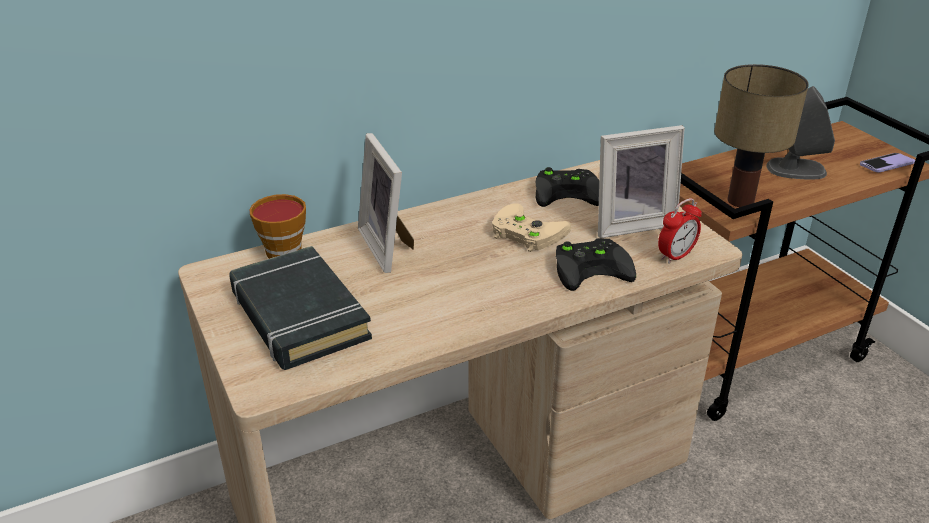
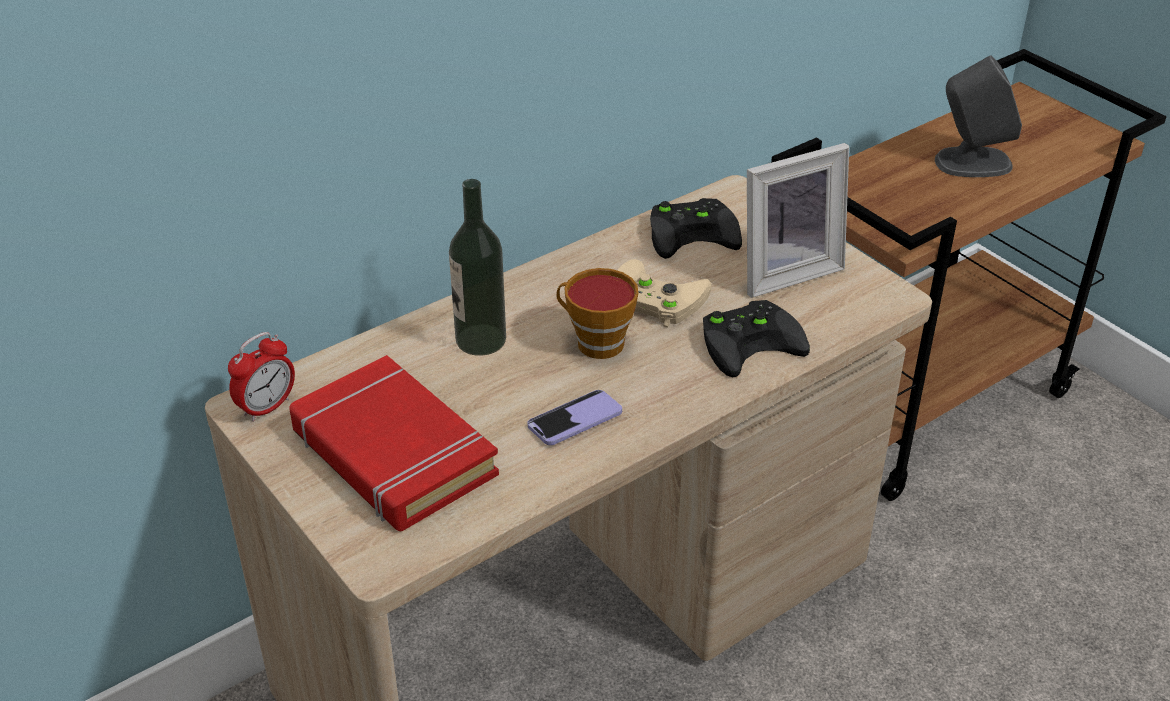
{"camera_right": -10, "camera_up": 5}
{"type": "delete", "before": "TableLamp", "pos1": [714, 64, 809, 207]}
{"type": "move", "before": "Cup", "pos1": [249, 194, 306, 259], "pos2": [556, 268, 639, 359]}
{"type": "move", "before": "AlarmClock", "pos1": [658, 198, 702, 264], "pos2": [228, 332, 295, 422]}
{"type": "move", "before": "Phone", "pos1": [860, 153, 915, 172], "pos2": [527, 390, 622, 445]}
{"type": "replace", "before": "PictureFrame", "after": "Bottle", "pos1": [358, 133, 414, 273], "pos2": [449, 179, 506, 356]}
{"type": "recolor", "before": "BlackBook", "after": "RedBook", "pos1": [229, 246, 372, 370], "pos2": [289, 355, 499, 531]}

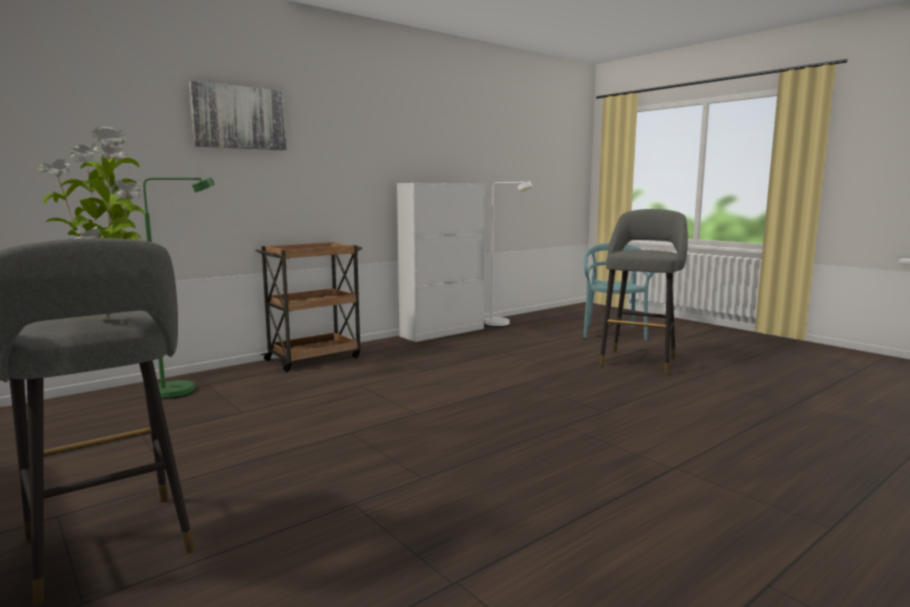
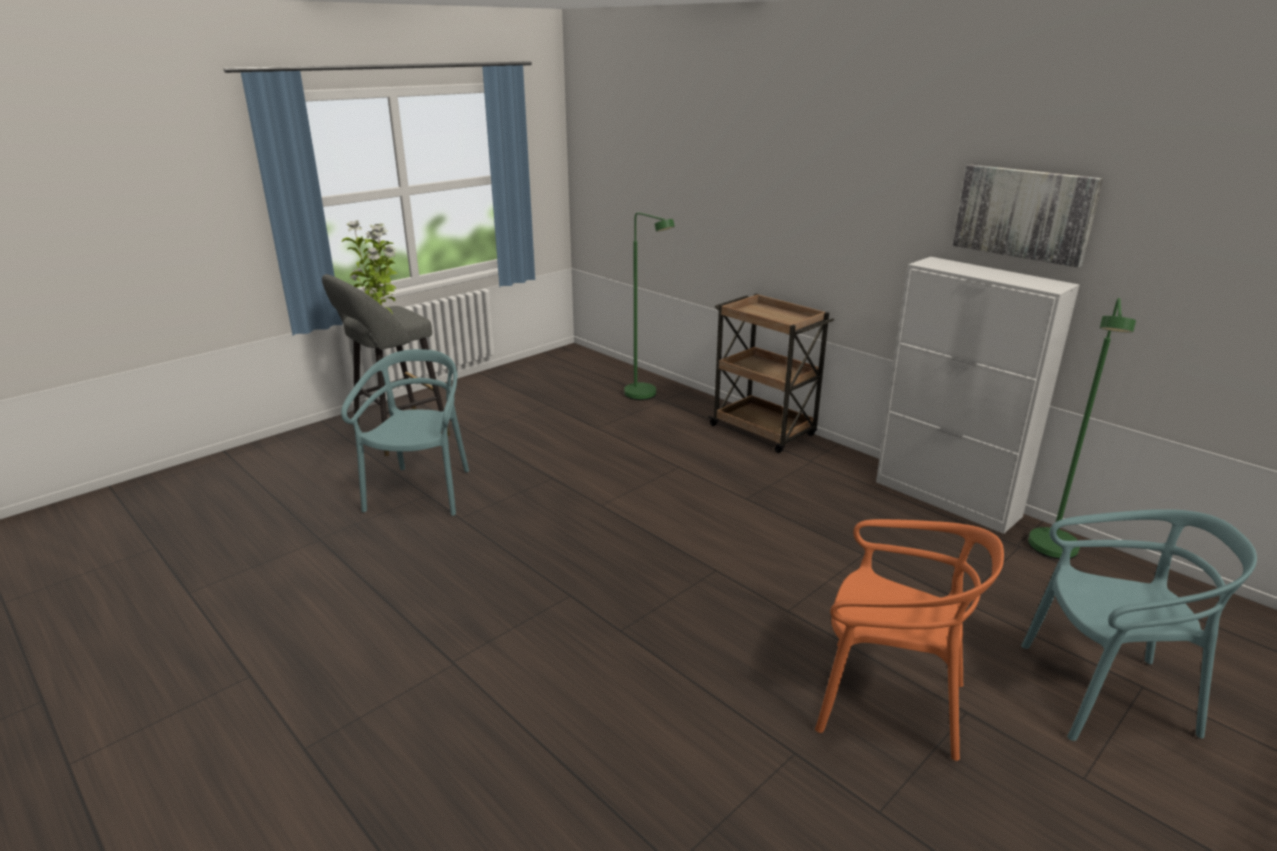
{"camera_right": 85, "camera_up": 15}
{"type": "insert", "after": "TurquoiseChair", "pos2": [341, 349, 469, 516]}
{"type": "move", "before": "Picture", "pos1": [189, 81, 287, 150], "pos2": [953, 165, 1103, 267]}
{"type": "replace", "before": "GreyStool", "after": "OrangeChair", "pos1": [599, 209, 688, 375], "pos2": [815, 519, 1004, 761]}
{"type": "recolor", "before": "WhiteFloorLamp", "after": "GreenFloorLamp", "pos1": [485, 181, 533, 327], "pos2": [1028, 298, 1136, 559]}

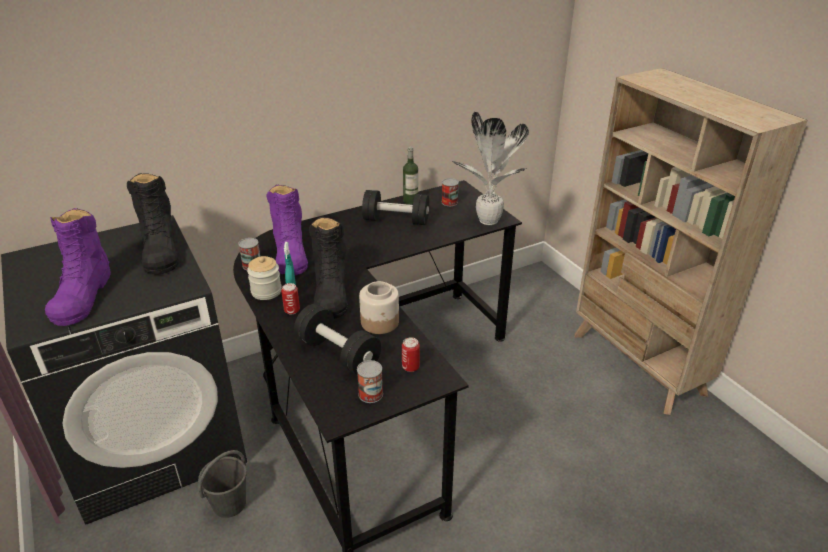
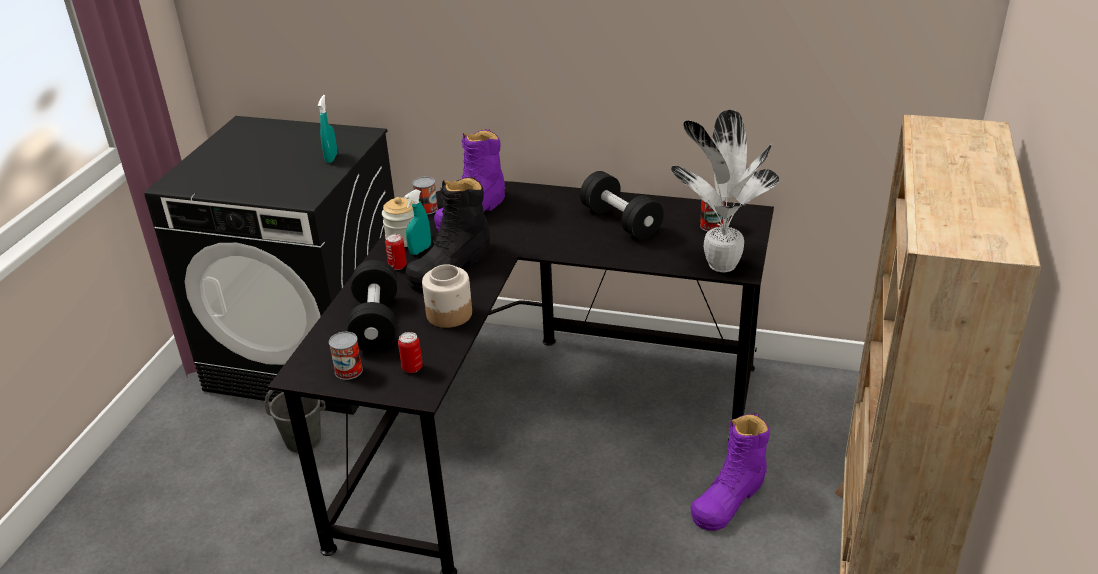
{"camera_right": 45, "camera_up": 0}
{"type": "delete", "before": "Bottle", "pos1": [403, 147, 418, 204]}
{"type": "move", "before": "PurpleBoot", "pos1": [45, 208, 111, 326], "pos2": [690, 413, 770, 531]}
{"type": "replace", "before": "BlackBoot", "after": "TurquoiseSprayBottle", "pos1": [127, 173, 179, 275], "pos2": [318, 95, 337, 163]}

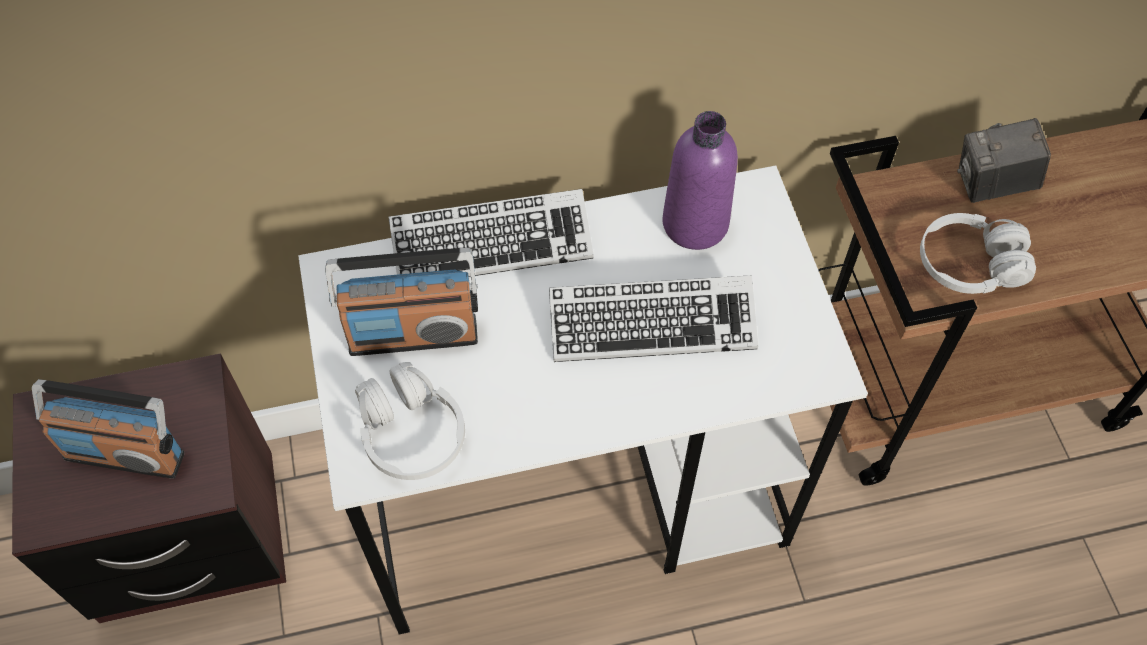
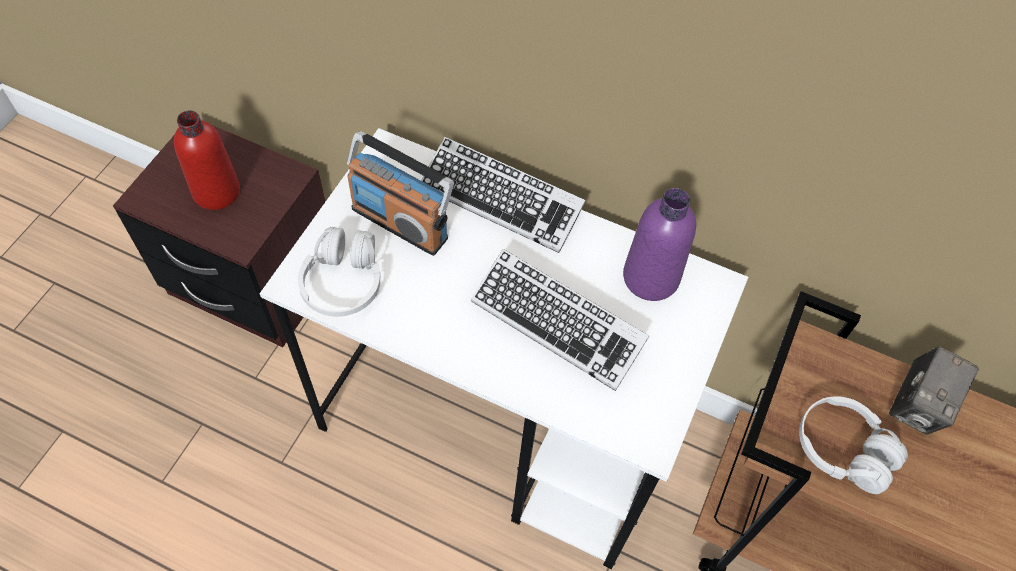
{"camera_right": 35, "camera_up": 0}
{"type": "replace", "before": "Radio", "after": "RedBottle", "pos1": [32, 379, 185, 479], "pos2": [174, 111, 240, 210]}
{"type": "rotate", "before": "PhotoCamera", "pos1": [957, 118, 1051, 203], "pos2": [889, 346, 979, 435], "turn": -90}

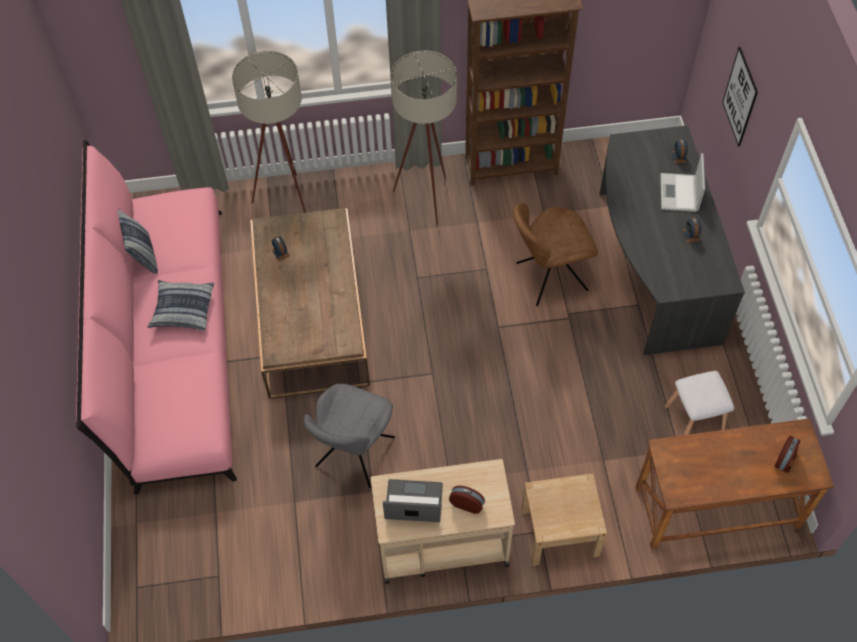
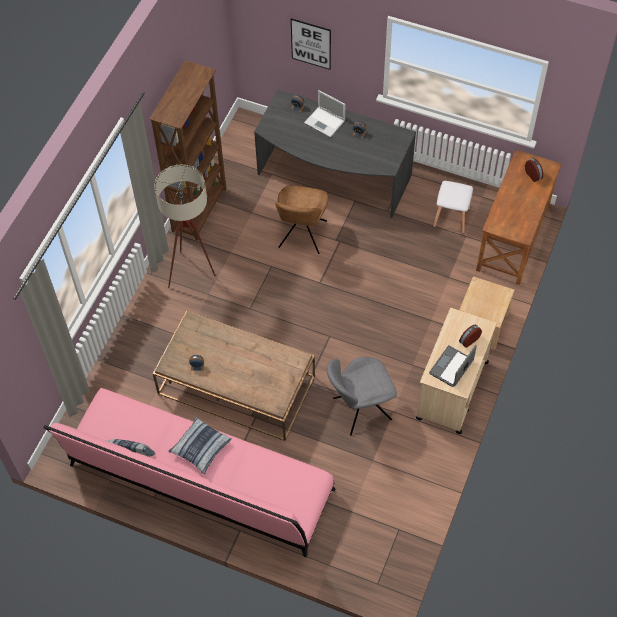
{"camera_right": -60, "camera_up": 0}
{"type": "delete", "before": "BeigeFloorLamp", "pos1": [232, 51, 306, 213]}
{"type": "rotate", "before": "GreyChair", "pos1": [304, 384, 395, 488], "pos2": [326, 357, 397, 435], "turn": 105}

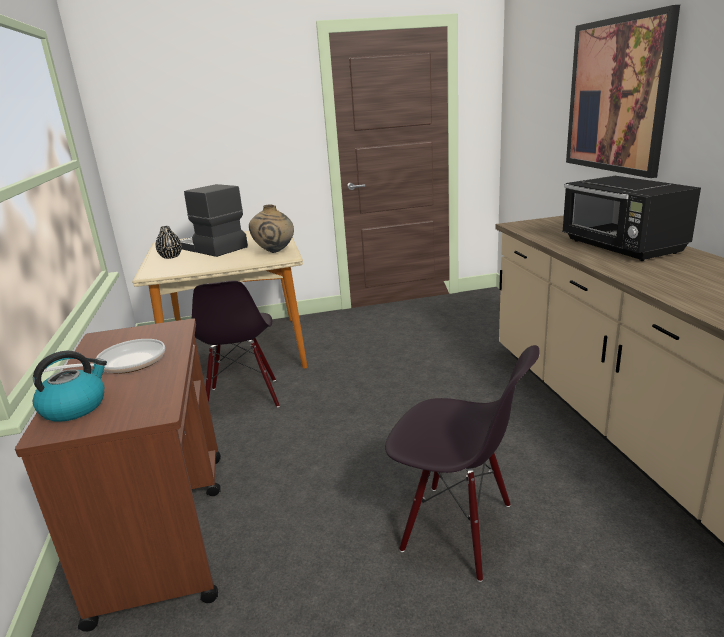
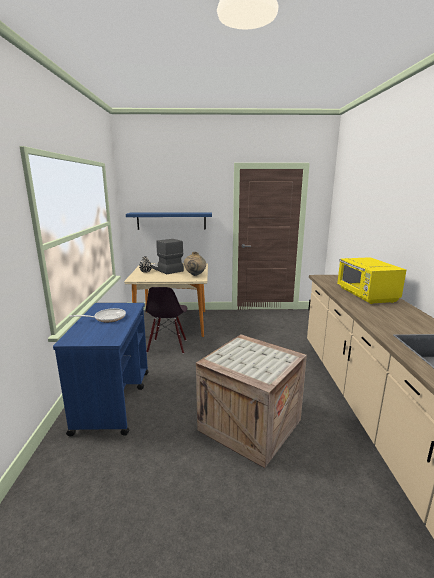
{"camera_right": 10, "camera_up": -5}
{"type": "delete", "before": "Kettle", "pos1": [33, 351, 107, 422]}
{"type": "delete", "before": "Picture", "pos1": [566, 5, 680, 178]}
{"type": "insert", "after": "BlueShelf", "pos2": [126, 212, 212, 230]}
{"type": "replace", "before": "BlackChair", "after": "Crate", "pos1": [385, 345, 540, 582], "pos2": [196, 334, 307, 468]}
{"type": "recolor", "before": "BrownCart", "after": "BlueCart", "pos1": [15, 318, 221, 632], "pos2": [53, 303, 149, 436]}
{"type": "recolor", "before": "BlackMicrowave", "after": "YellowMicrowave", "pos1": [562, 176, 701, 261], "pos2": [337, 257, 406, 304]}

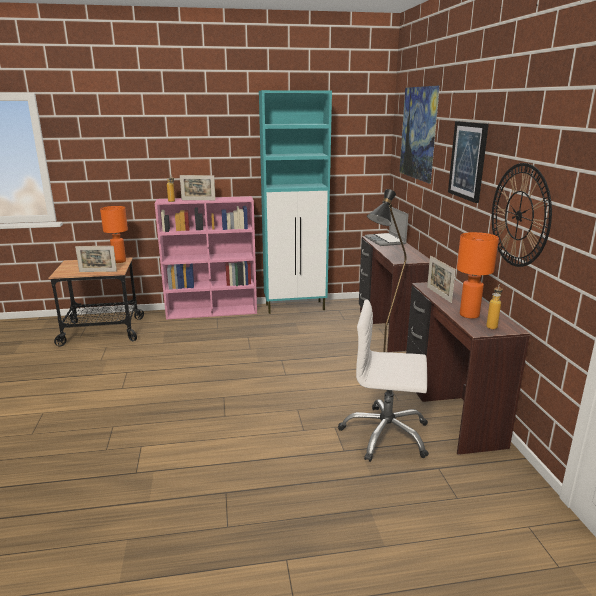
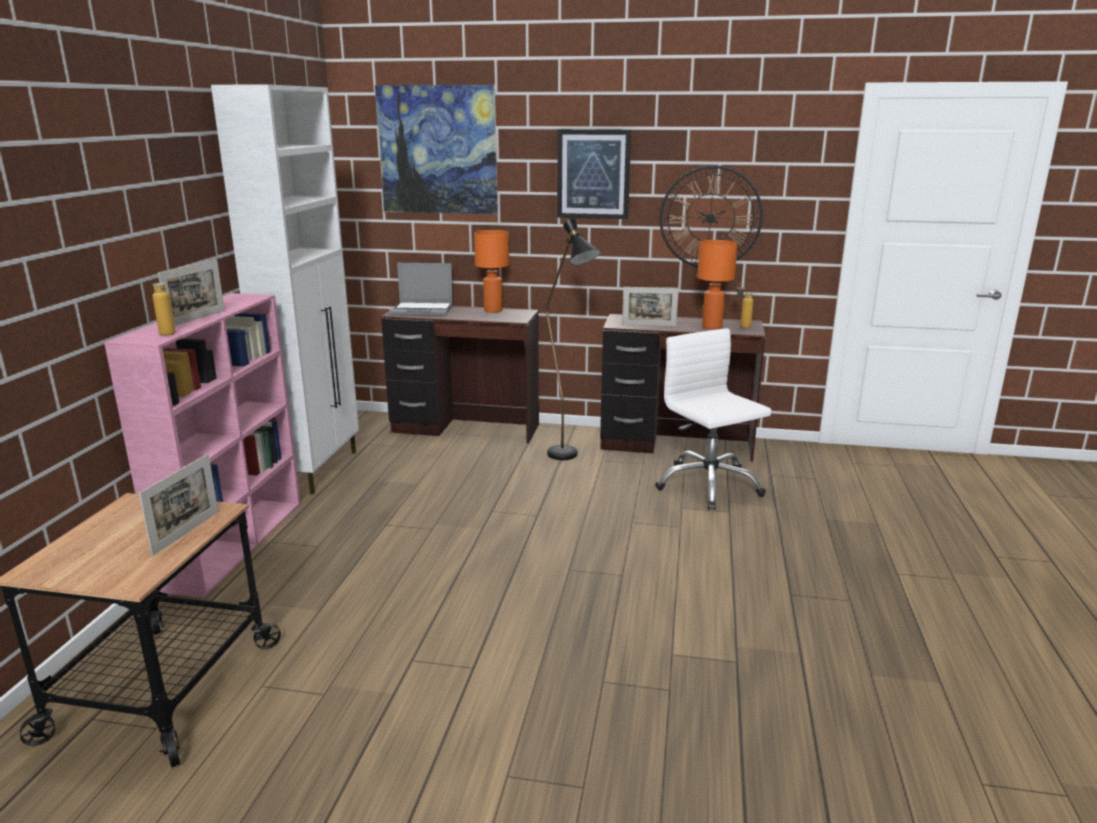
{"camera_right": -70, "camera_up": 0}
{"type": "move", "before": "OrangeTableLamp", "pos1": [100, 206, 128, 263], "pos2": [474, 230, 509, 313]}
{"type": "recolor", "before": "TurquoiseCabinet", "after": "WhiteCabinet", "pos1": [259, 90, 332, 314], "pos2": [211, 84, 359, 495]}
{"type": "rotate", "before": "WhiteOfficeChair", "pos1": [338, 300, 429, 462], "pos2": [655, 328, 772, 510], "turn": 120}

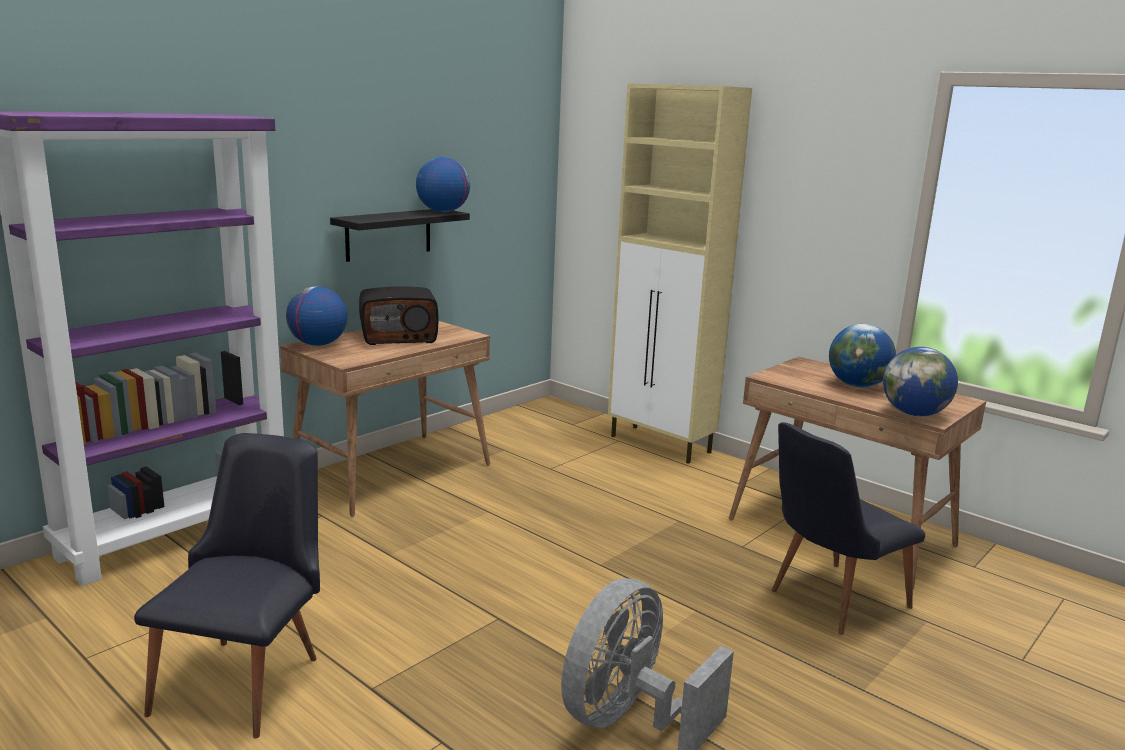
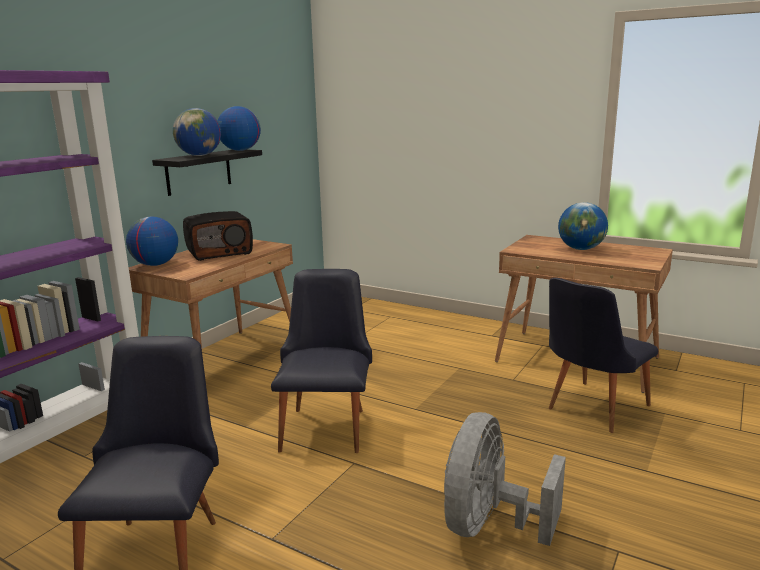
{"camera_right": -10, "camera_up": 0}
{"type": "delete", "before": "BeigeCabinet", "pos1": [608, 83, 752, 464]}
{"type": "insert", "after": "BlackChair", "pos2": [271, 269, 372, 453]}
{"type": "move", "before": "Globe", "pos1": [883, 347, 958, 416], "pos2": [173, 108, 221, 156]}

